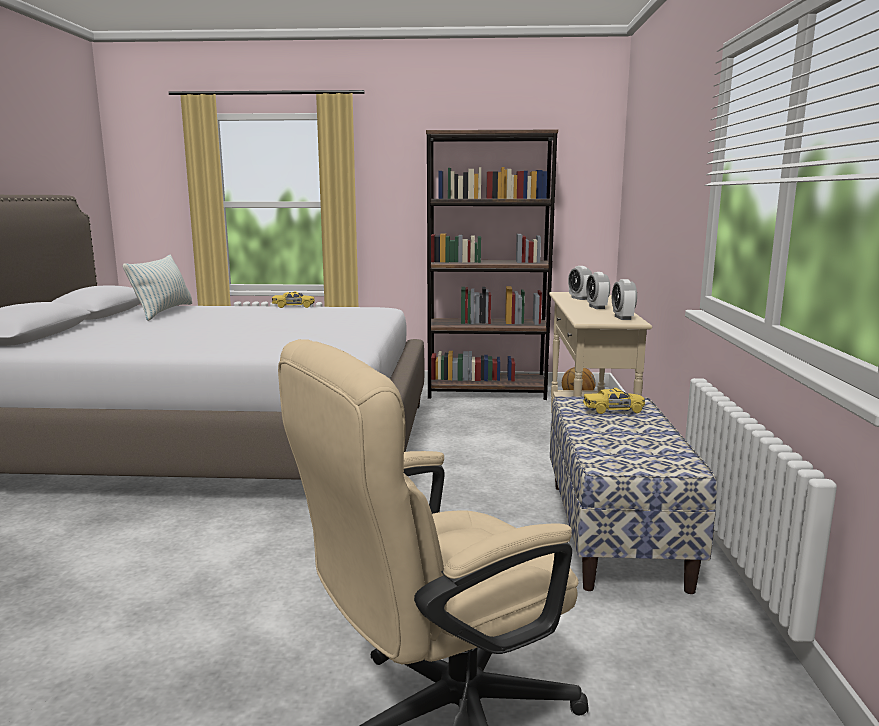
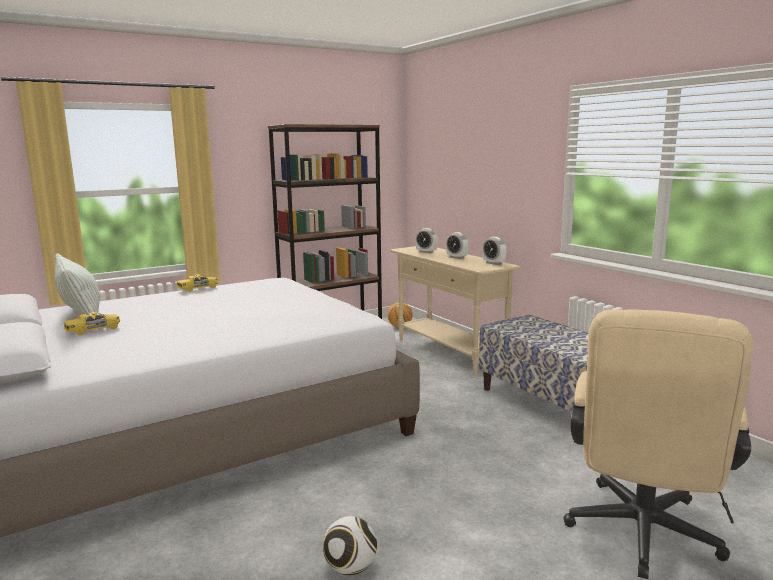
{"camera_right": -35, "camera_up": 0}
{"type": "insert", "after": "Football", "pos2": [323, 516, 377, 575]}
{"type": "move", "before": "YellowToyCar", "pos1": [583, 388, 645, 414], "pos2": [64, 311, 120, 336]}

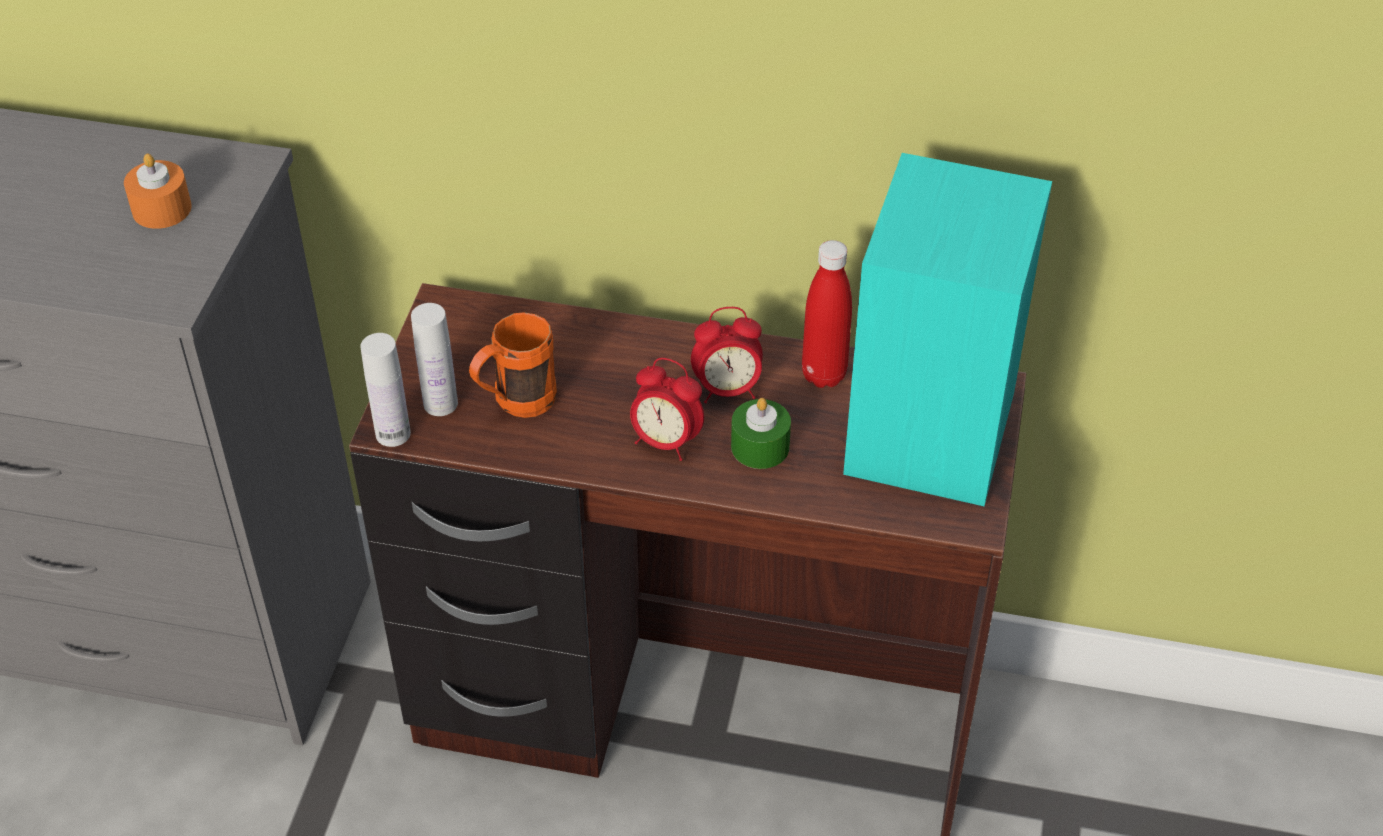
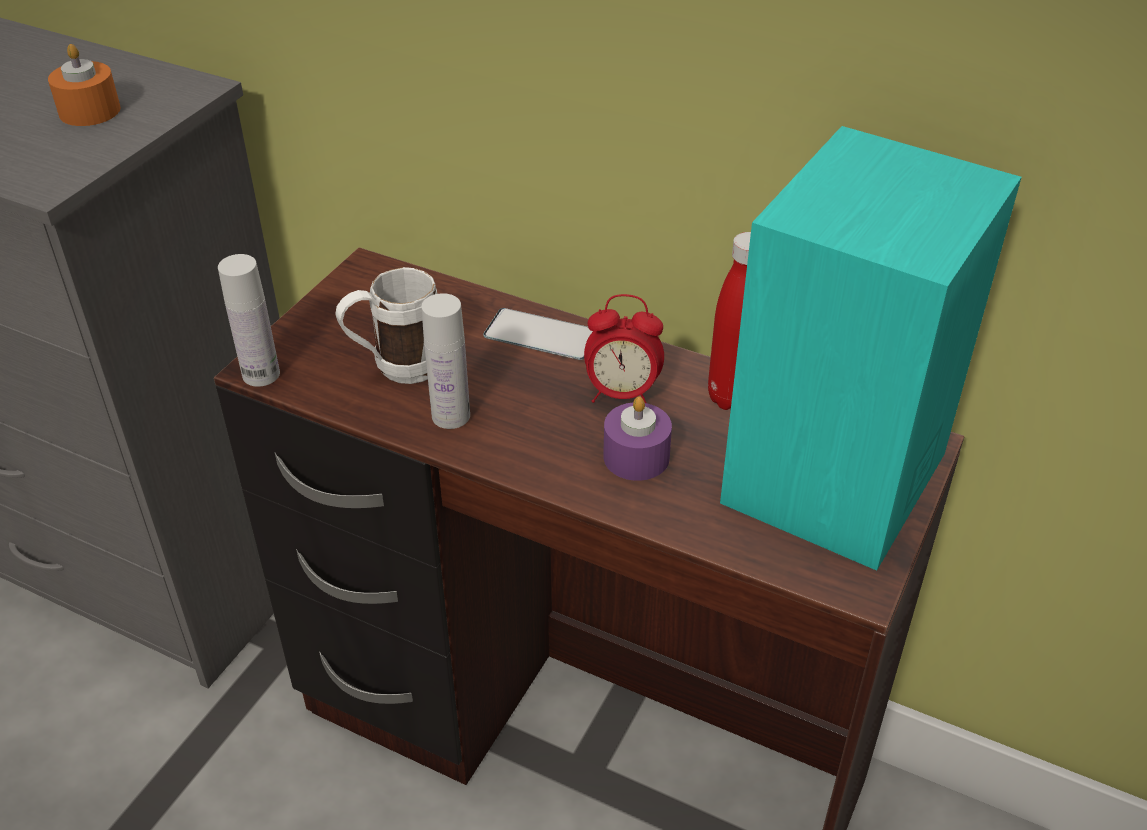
{"camera_right": 15, "camera_up": -5}
{"type": "delete", "before": "AlarmClock", "pos1": [630, 358, 704, 461]}
{"type": "insert", "after": "Phone", "pos2": [483, 308, 593, 360]}
{"type": "move", "before": "WhiteBottle", "pos1": [411, 303, 458, 416], "pos2": [421, 293, 470, 429]}
{"type": "recolor", "before": "OrangeMug", "after": "WhiteMug", "pos1": [469, 312, 557, 418], "pos2": [335, 267, 437, 384]}
{"type": "recolor", "before": "GreenCandle", "after": "PurpleCandle", "pos1": [731, 398, 791, 469], "pos2": [603, 396, 672, 481]}

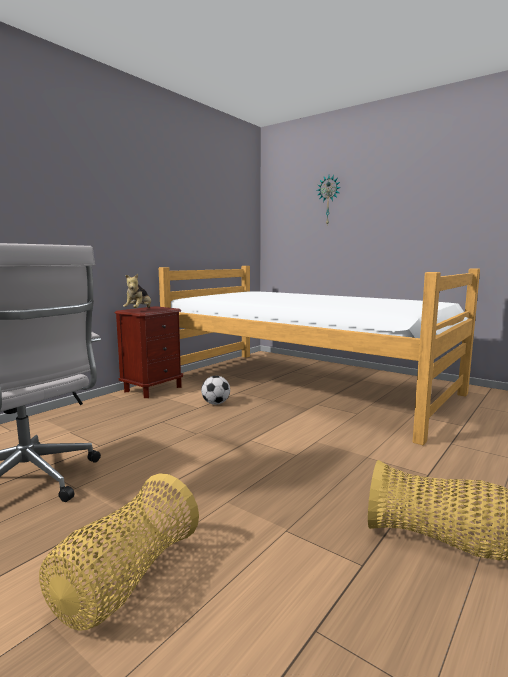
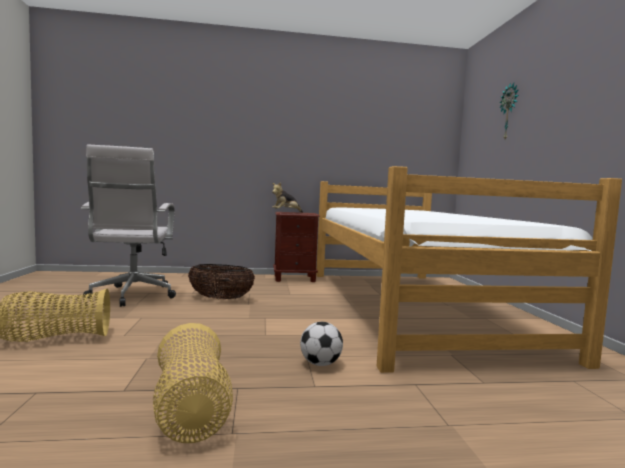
{"camera_right": 45, "camera_up": -5}
{"type": "insert", "after": "Basket", "pos2": [188, 264, 255, 299]}
{"type": "move", "before": "Football", "pos1": [201, 376, 230, 405], "pos2": [300, 322, 343, 366]}

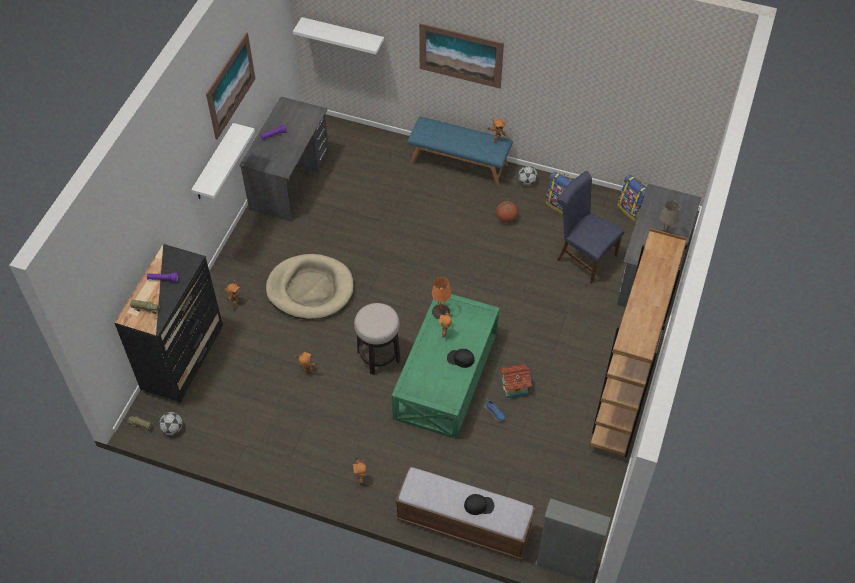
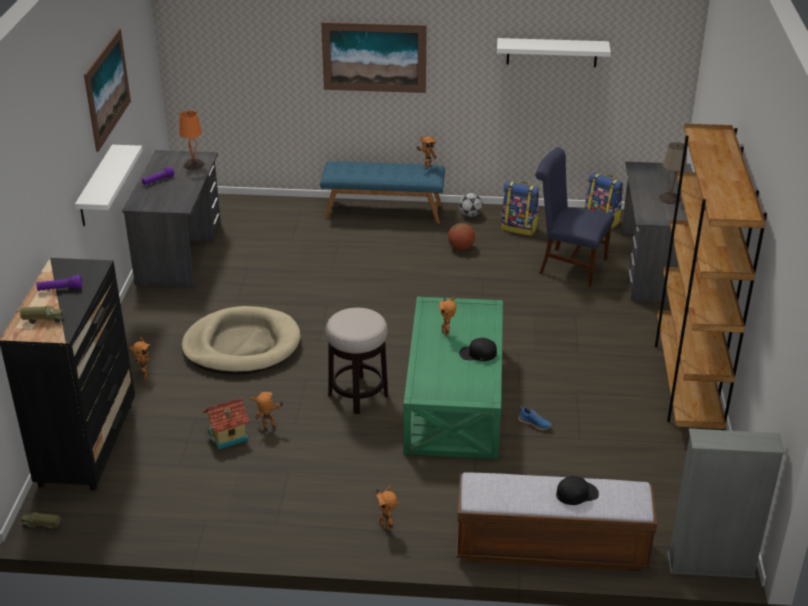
{"camera_right": -15, "camera_up": -20}
{"type": "delete", "before": "Football", "pos1": [159, 412, 183, 435]}
{"type": "move", "before": "WhiteShelf", "pos1": [293, 17, 384, 54], "pos2": [497, 38, 611, 67]}
{"type": "move", "before": "OrangeTableLamp", "pos1": [432, 277, 451, 319], "pos2": [179, 111, 205, 170]}
{"type": "move", "before": "ToyHouse", "pos1": [500, 364, 532, 398], "pos2": [203, 398, 250, 450]}

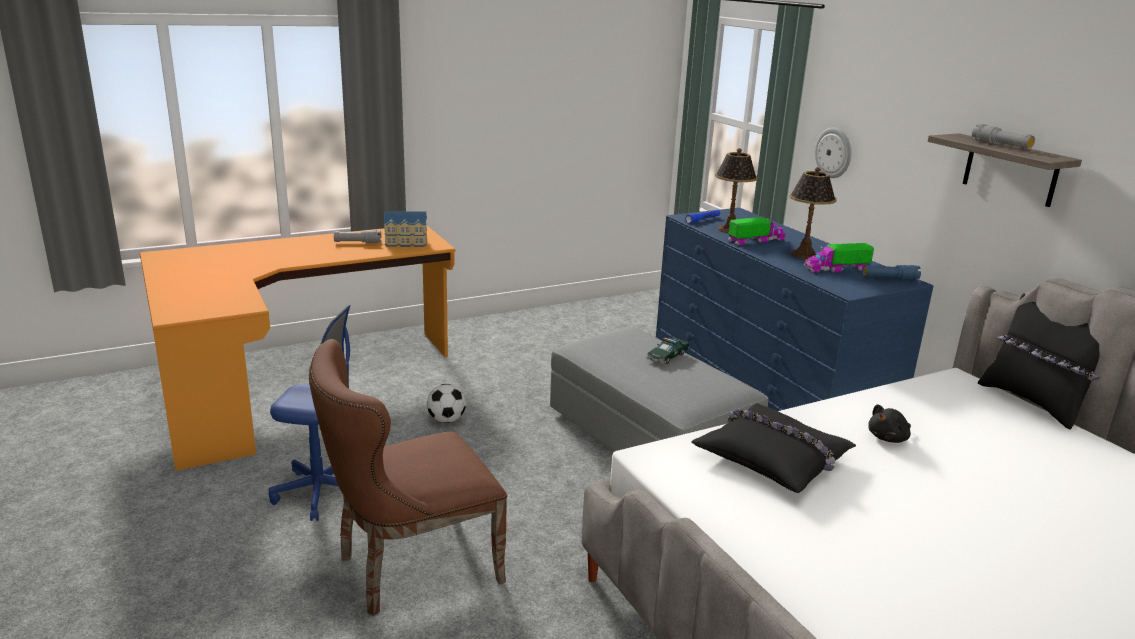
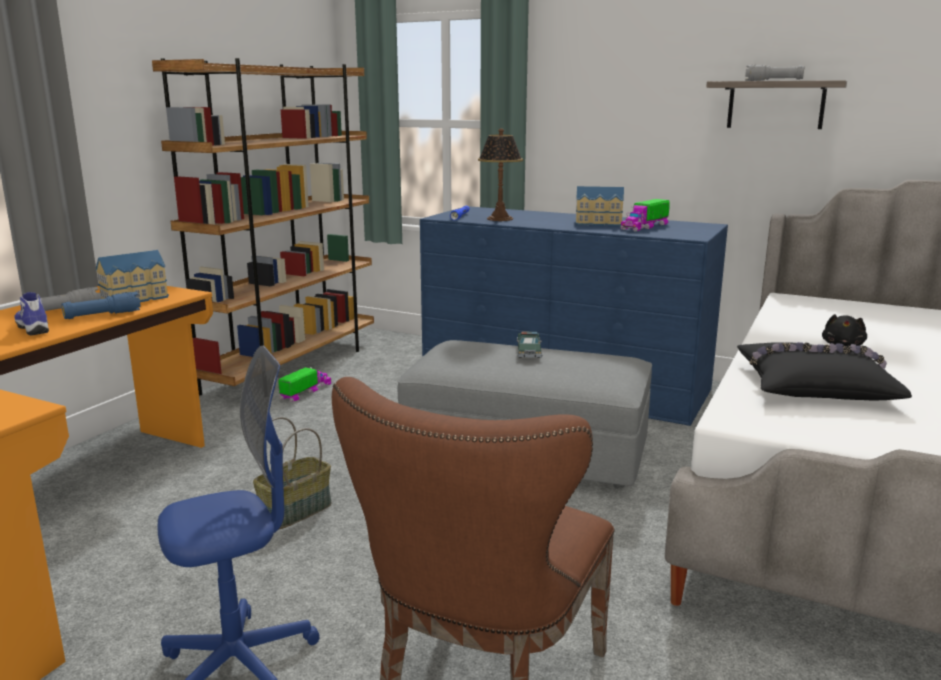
{"camera_right": -35, "camera_up": -5}
{"type": "delete", "before": "WallClock", "pos1": [815, 128, 851, 178]}
{"type": "delete", "before": "BlackPillow", "pos1": [978, 293, 1100, 430]}
{"type": "insert", "after": "Shoe", "pos2": [14, 292, 49, 335]}
{"type": "insert", "after": "BrownBookcase", "pos2": [152, 58, 374, 395]}
{"type": "move", "before": "ToyTruck", "pos1": [728, 217, 785, 245], "pos2": [278, 367, 331, 402]}
{"type": "move", "before": "BlueFlashlight", "pos1": [863, 264, 921, 281], "pos2": [62, 292, 141, 319]}
{"type": "replace", "before": "Football", "after": "Basket", "pos1": [427, 384, 466, 423], "pos2": [253, 417, 331, 530]}
{"type": "replace", "before": "TableLamp", "after": "ToyHouse", "pos1": [789, 167, 837, 259], "pos2": [575, 186, 624, 226]}

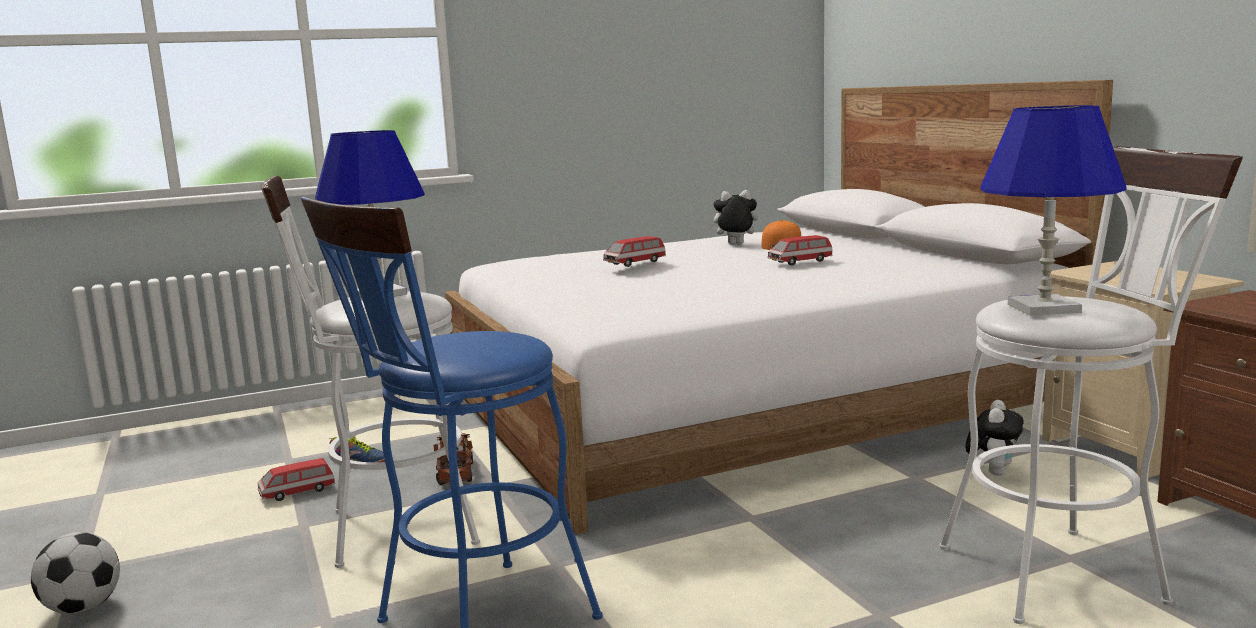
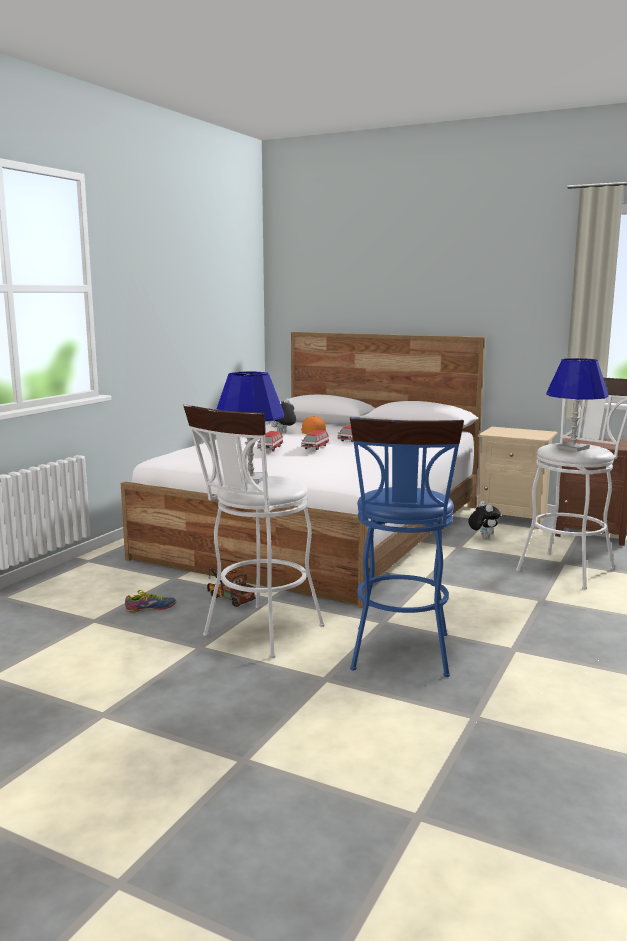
{"camera_right": -40, "camera_up": 0}
{"type": "delete", "before": "Football", "pos1": [31, 532, 120, 614]}
{"type": "move", "before": "ToyCar", "pos1": [257, 458, 335, 501], "pos2": [301, 430, 329, 450]}

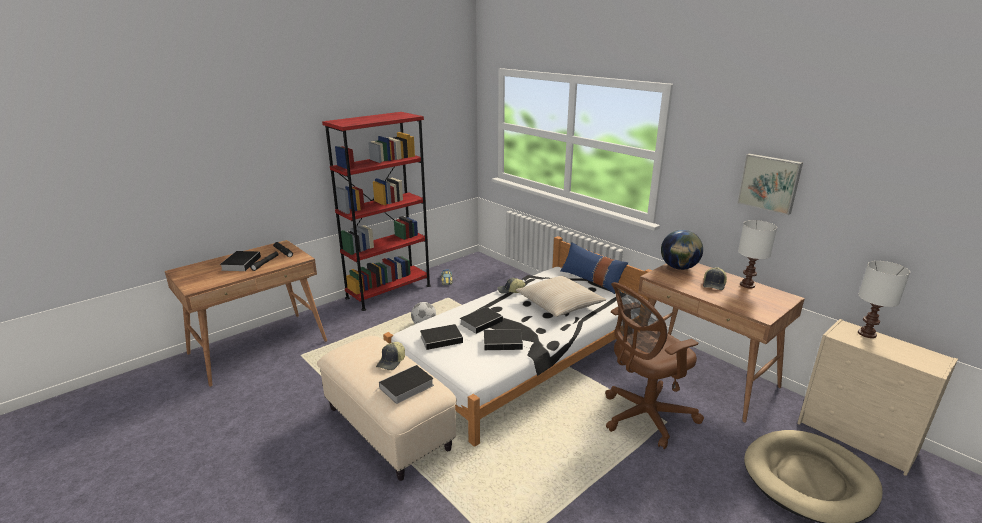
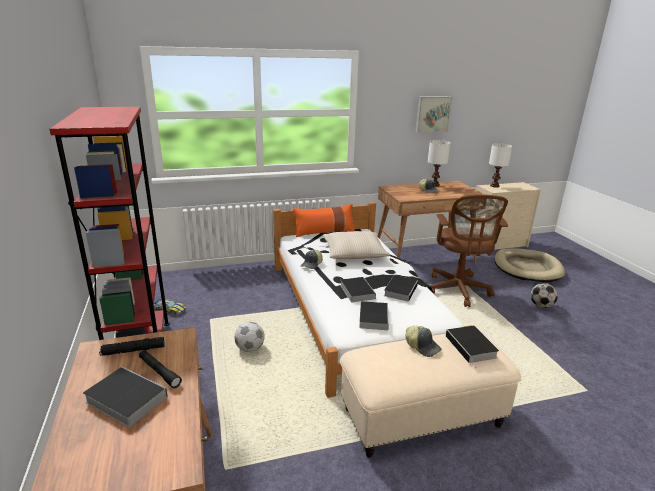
{"camera_right": -65, "camera_up": 0}
{"type": "delete", "before": "Globe", "pos1": [661, 230, 703, 270]}
{"type": "insert", "after": "Football", "pos2": [531, 283, 558, 308]}
{"type": "recolor", "before": "BluePillow", "after": "OrangePillow", "pos1": [560, 242, 628, 294], "pos2": [293, 204, 355, 237]}

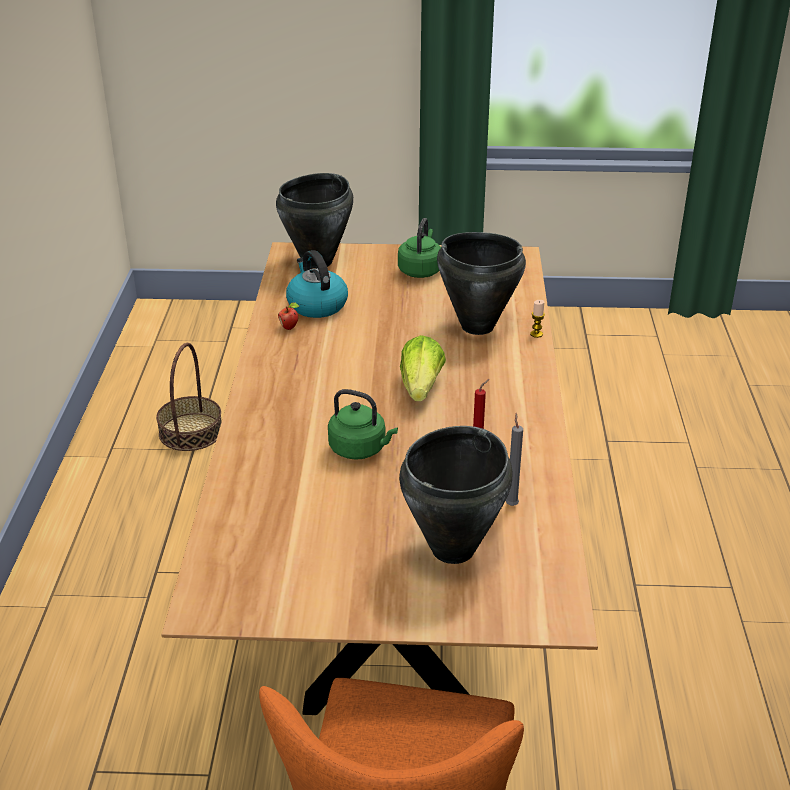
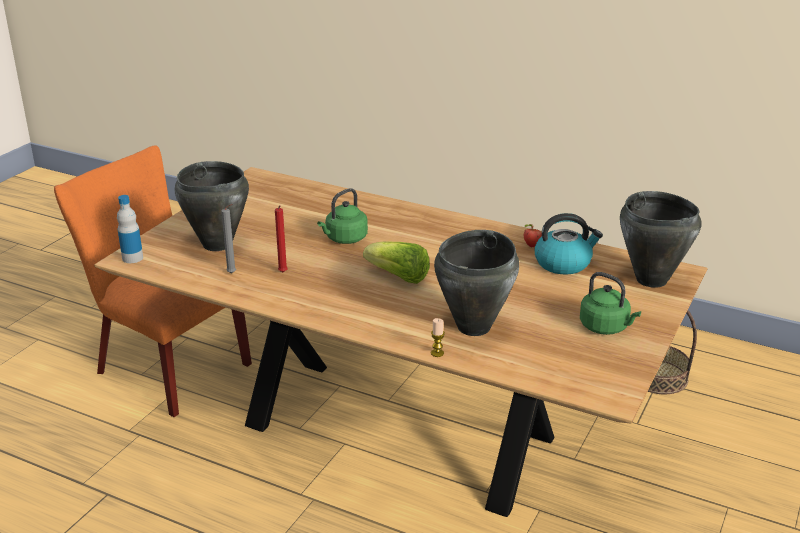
{"camera_right": 115, "camera_up": -5}
{"type": "insert", "after": "Bottle", "pos2": [117, 195, 143, 263]}

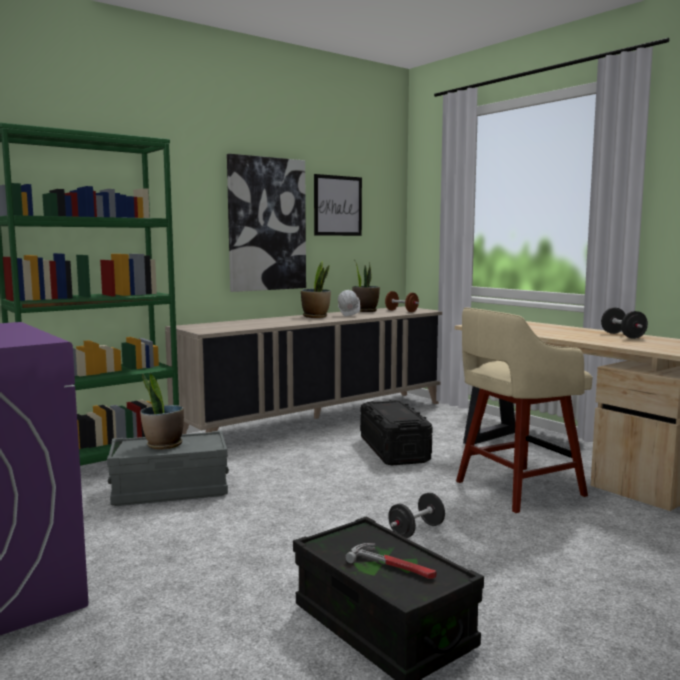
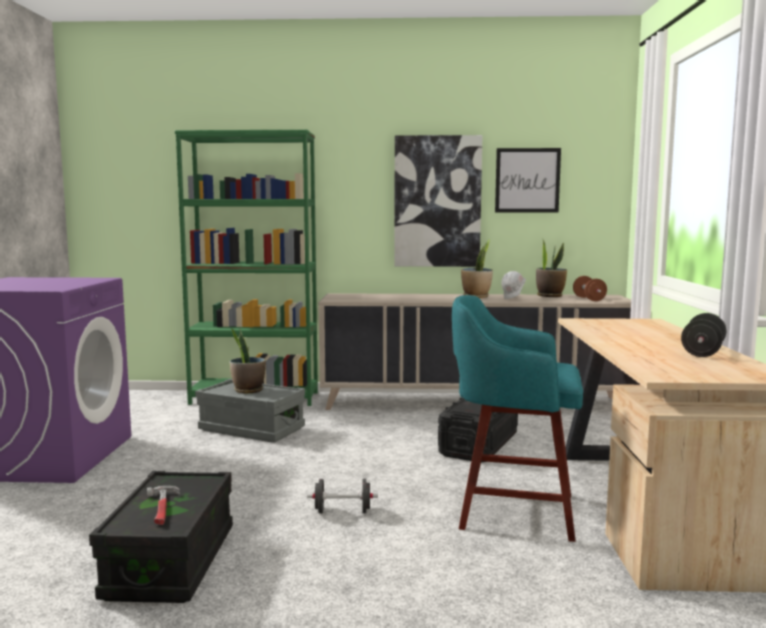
{"camera_right": 40, "camera_up": 0}
{"type": "recolor", "before": "BeigeStool", "after": "TurquoiseStool", "pos1": [456, 307, 593, 513], "pos2": [452, 295, 583, 542]}

